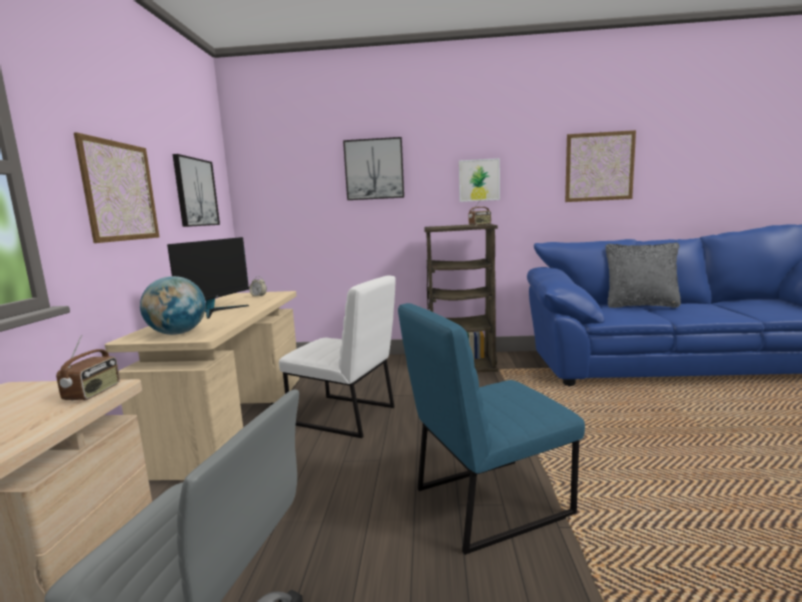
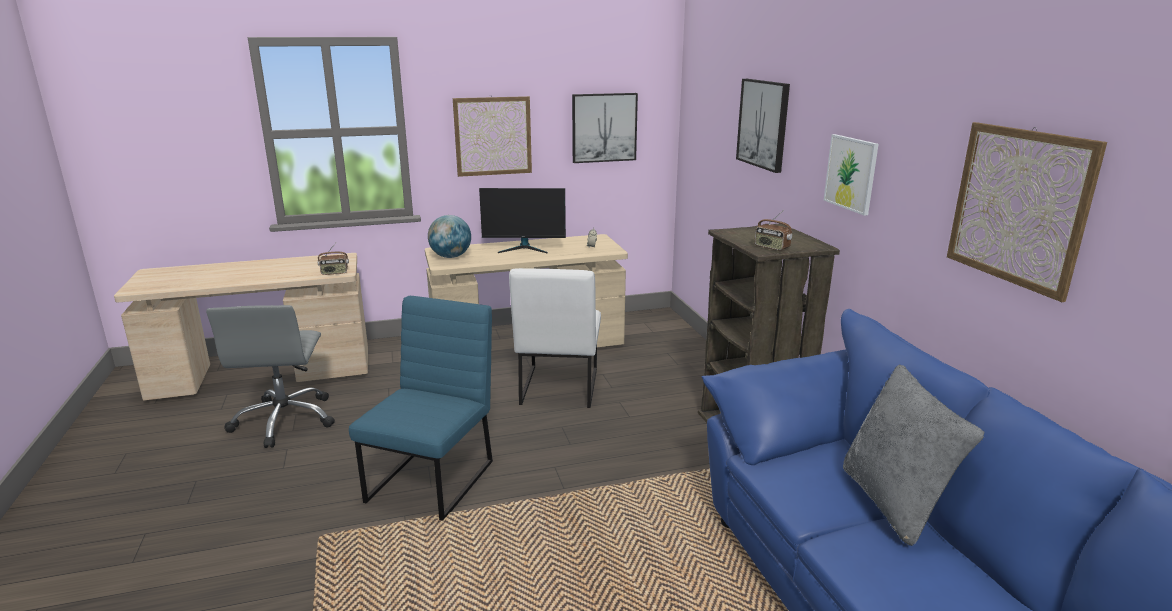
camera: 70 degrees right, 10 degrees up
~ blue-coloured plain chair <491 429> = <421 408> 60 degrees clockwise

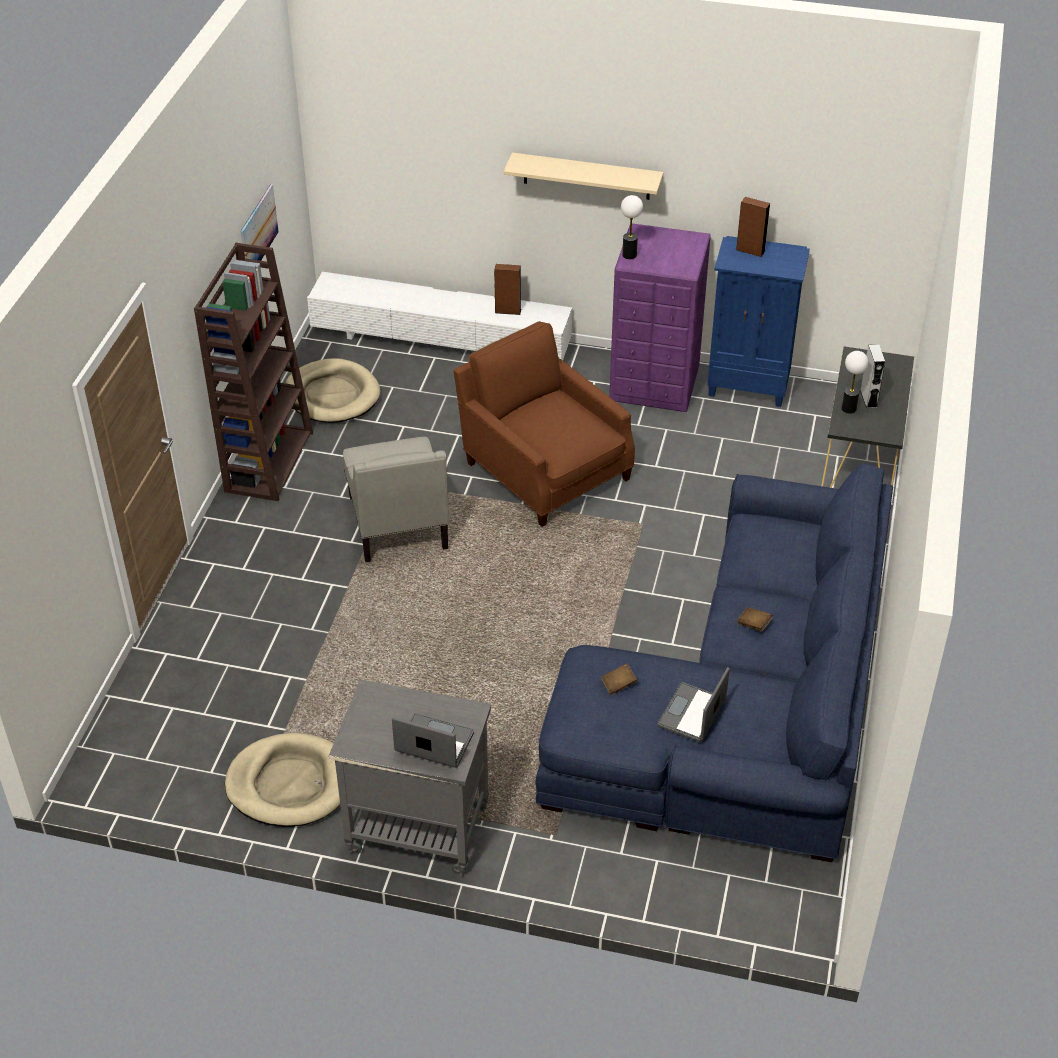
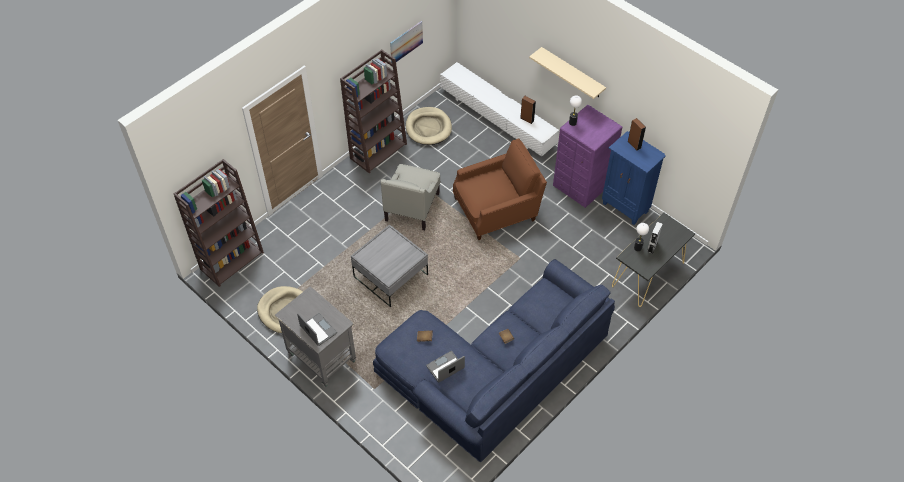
camera: 30 degrees right, 10 degrees up
~ brown-coloured armchair <544 424> = <500 189> 75 degrees clockwise
+ brown-coloured shelving unit <219 223>
+ greyish lounge table <389 265>

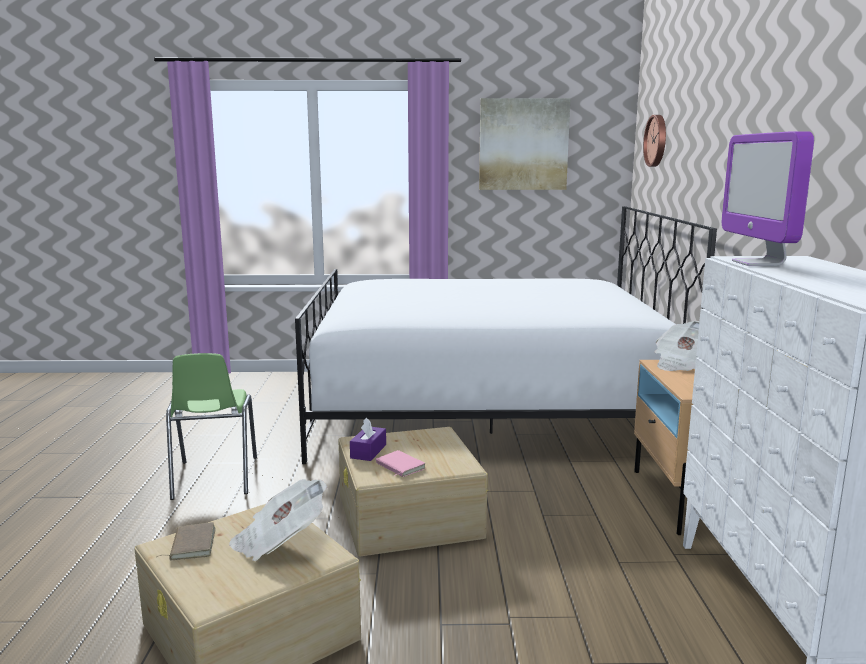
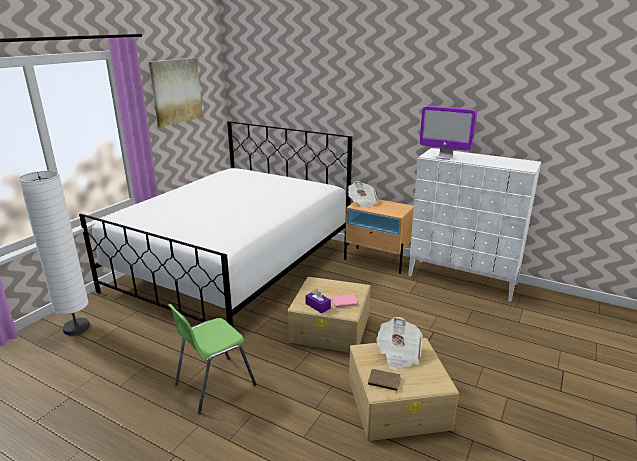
camera: 60 degrees left, 10 degrees up
- hanging clock <654 141>
~ green plain chair <211 426> = <212 359> 120 degrees clockwise
+ white standard lamp <54 253>

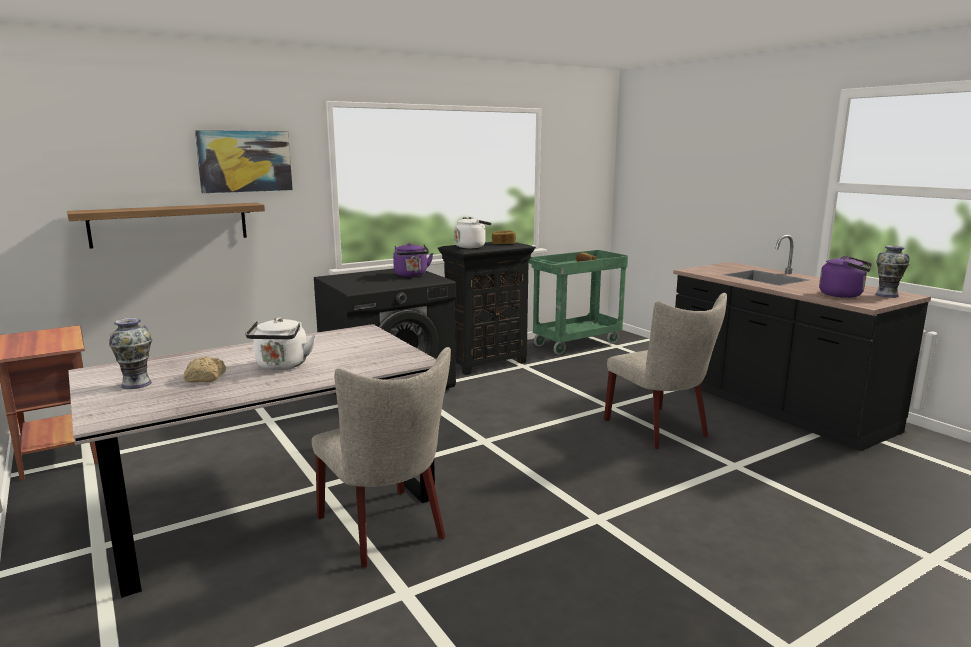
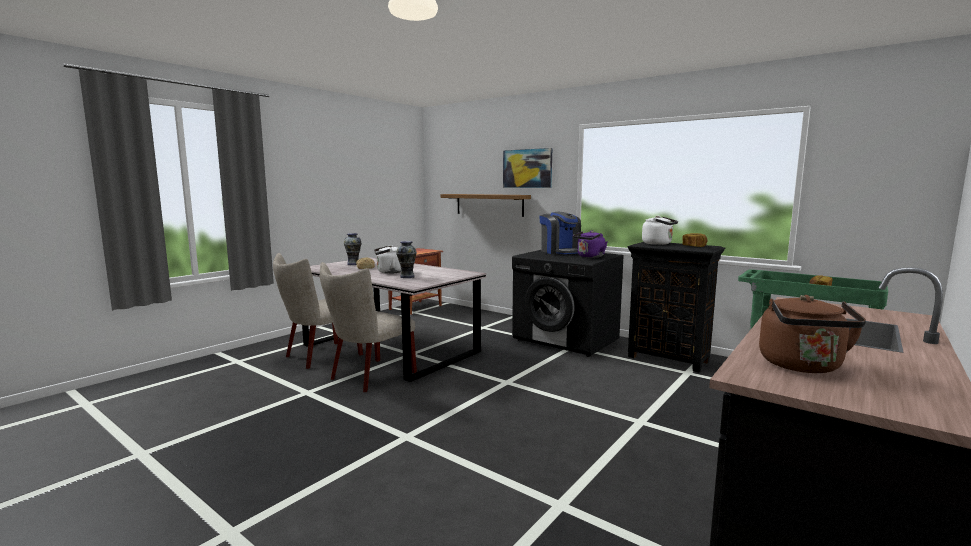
camera: 70 degrees right, 5 degrees down
~ flower vase <893 271> to <406 259>
~ purple-coloured water kettle <845 277> to brown-coloured water kettle <812 334>
~ beige plain chair <665 371> to <318 311>
+ coffee maker <560 233>

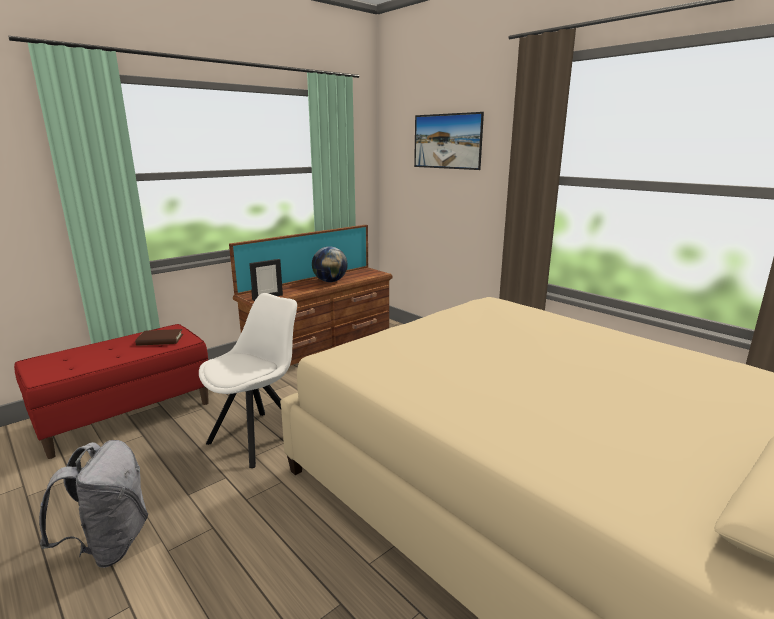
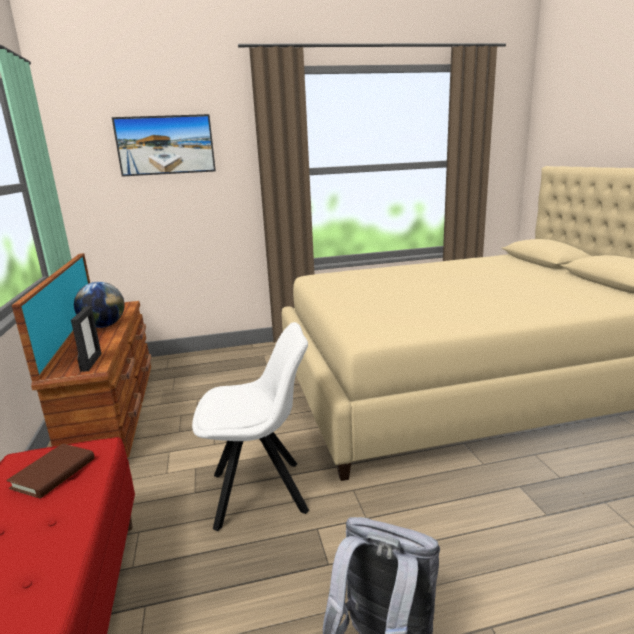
camera: 60 degrees left, 0 degrees up
~ white plain chair <248 380> = <250 426> 105 degrees clockwise

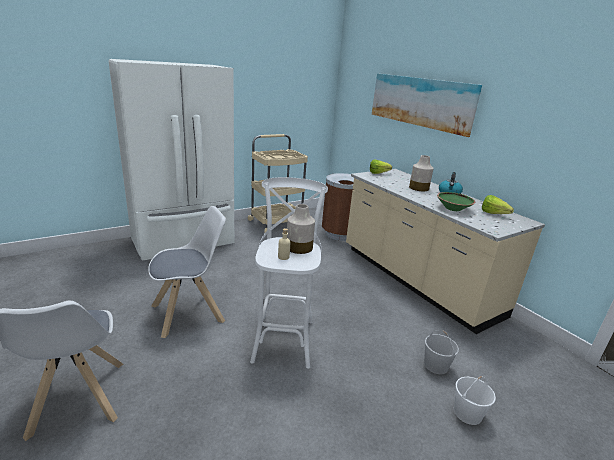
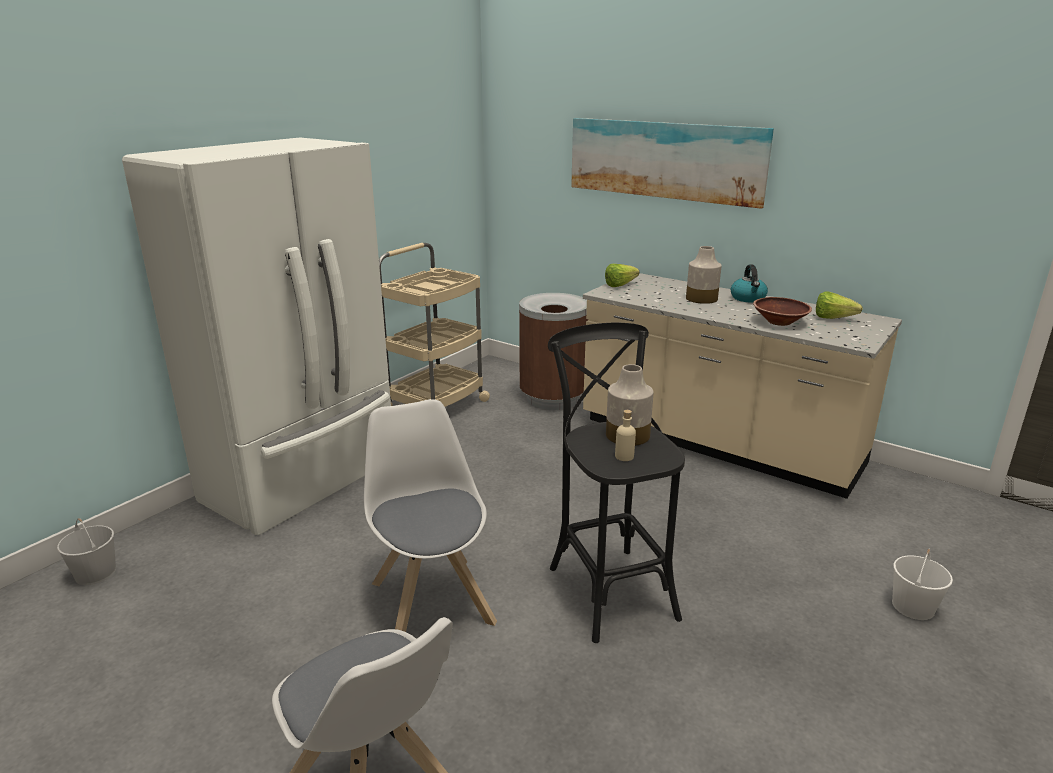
camera: 20 degrees left, 0 degrees up
~ white stool <289 273> to black stool <616 483>
~ green bowl <456 201> to brown-coloured bowl <782 311>
~ plain chair <187 272> = <430 515> 60 degrees counterclockwise
~ white water bucket <441 352> to <86 551>

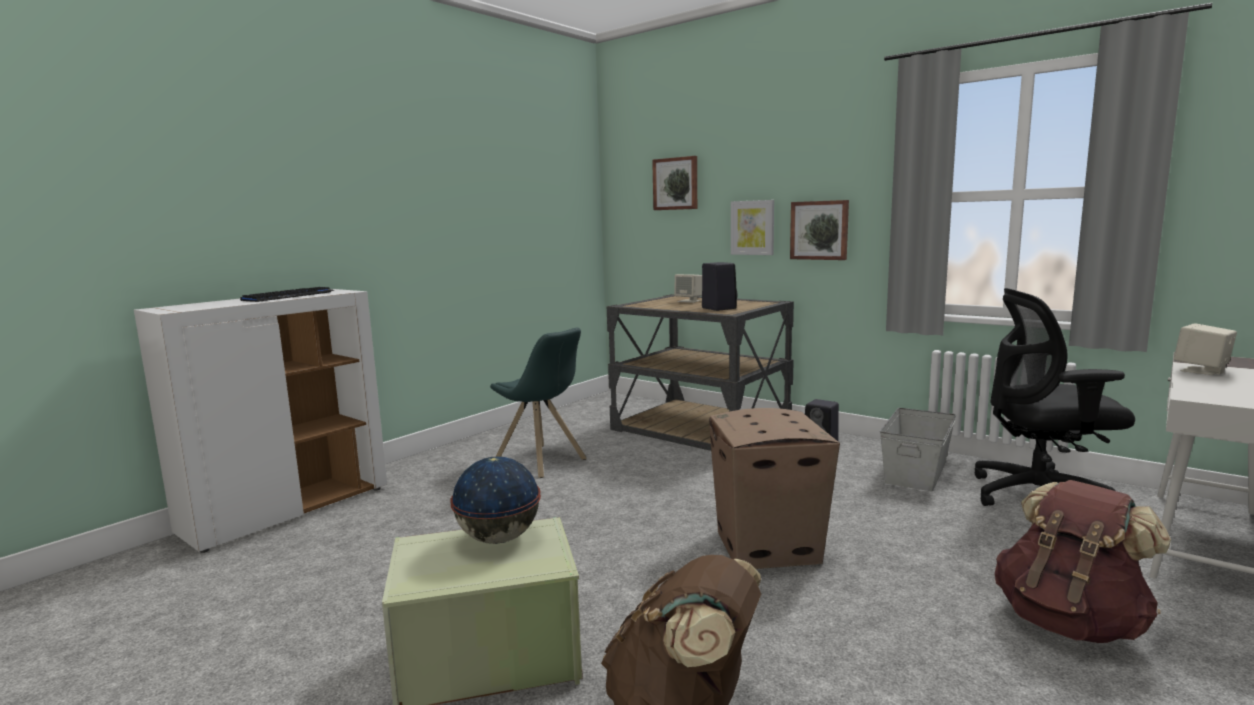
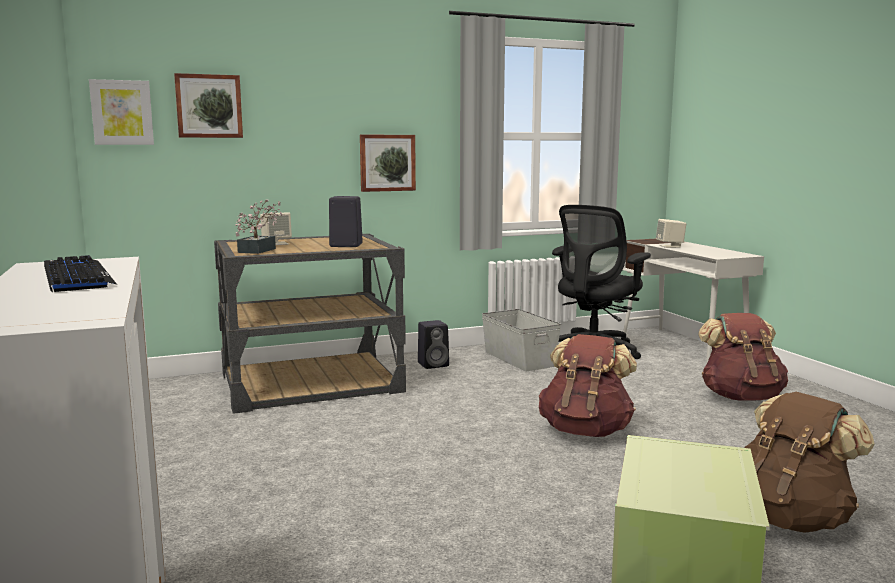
camera: 60 degrees left, 0 degrees up
~ picture <752 227> to <121 112>
- turquoise plain chair <538 403>
~ carton <774 488> to brown-coloured knapsack <588 385>
- globe <495 500>
+ potted plant <259 226>

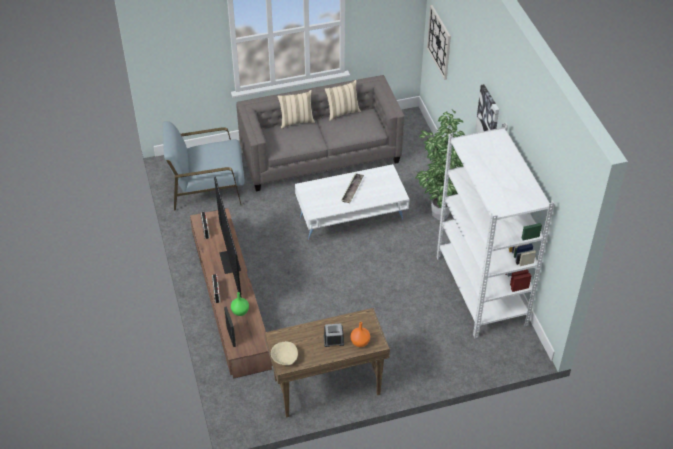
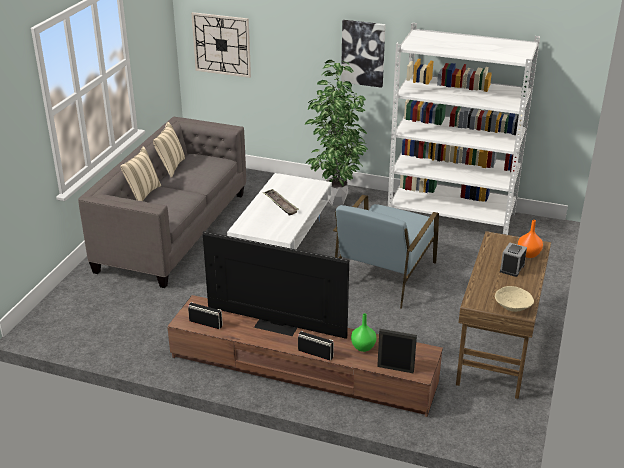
camera: 55 degrees left, 15 degrees down
~ blue-coloured armchair <203 166> to <386 252>

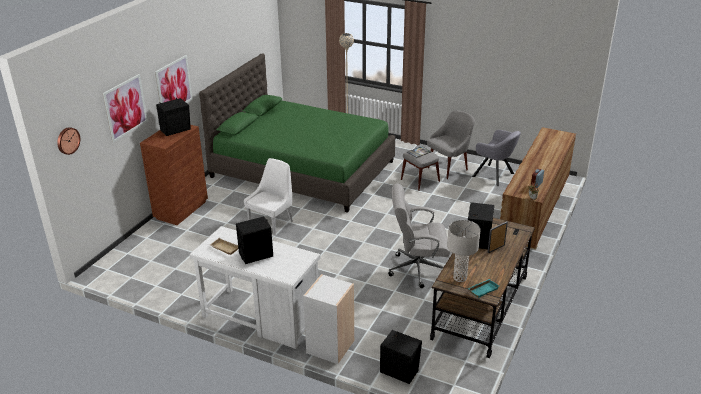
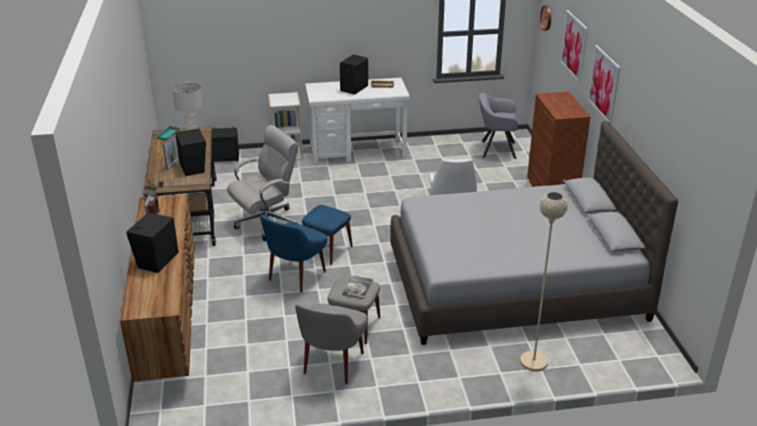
camera: 145 degrees right, 0 degrees up
~ green bed <297 133> to greyish bed <534 233>
~ black audio speaker <173 117> to <152 242>
~ greyish armchair <496 158> to <498 126>
+ blue-coloured armchair <306 249>

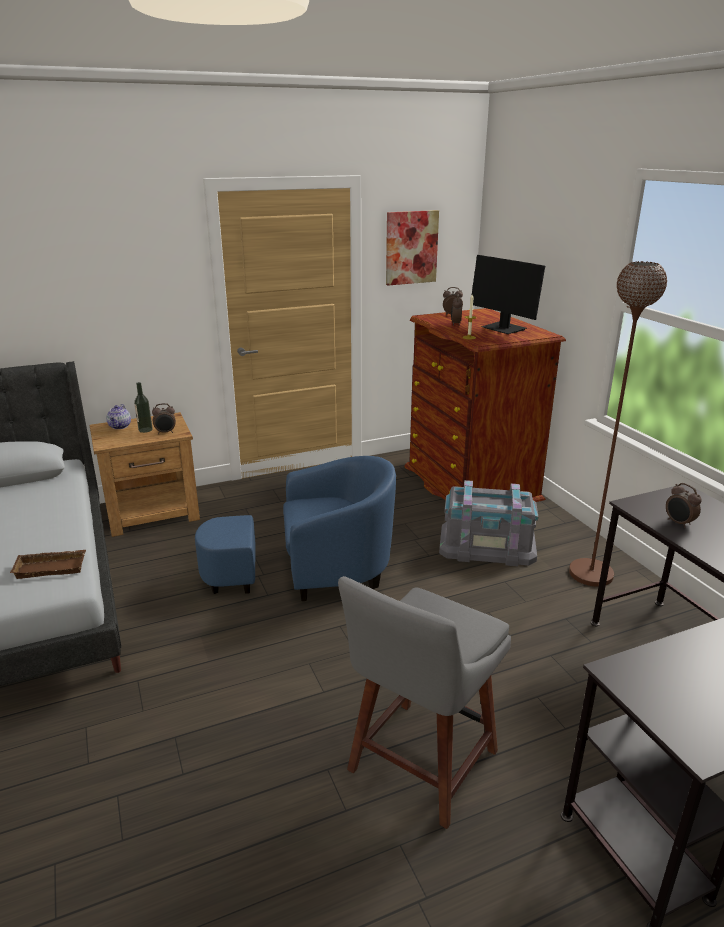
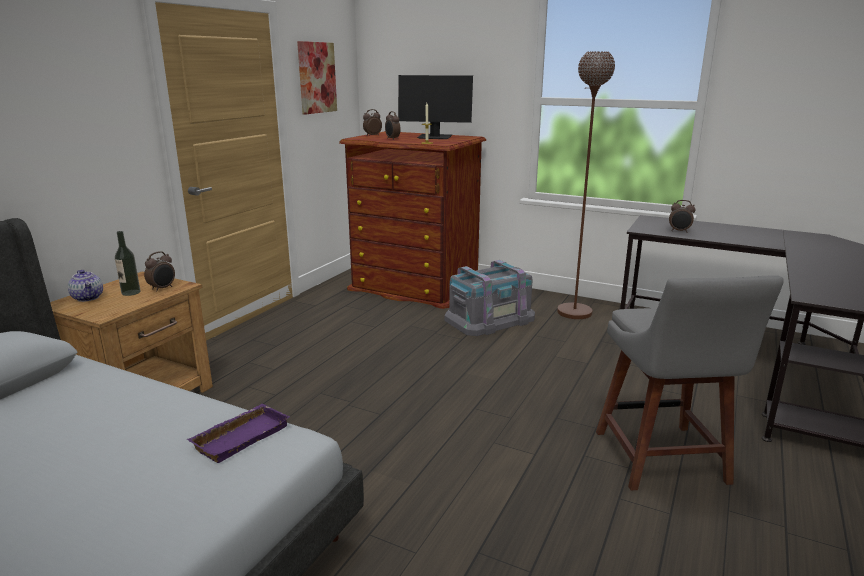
camera: 40 degrees left, 5 degrees down
- blue-coloured armchair <295 528>
~ brown-coloured serving tray <48 564> to purple-coloured serving tray <238 433>

